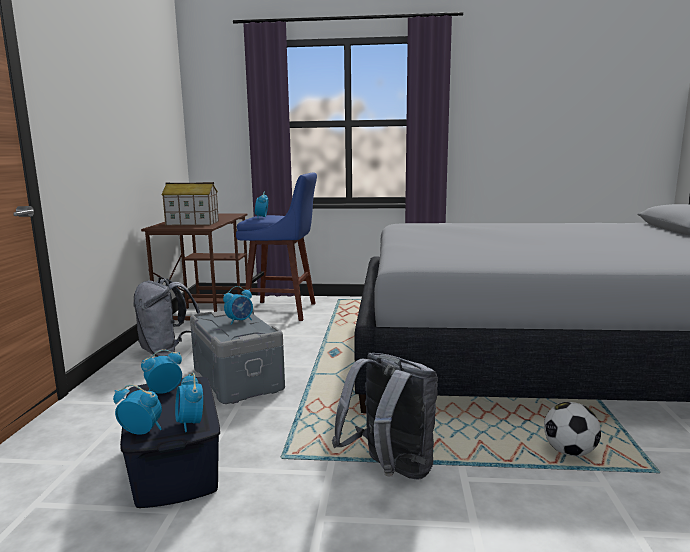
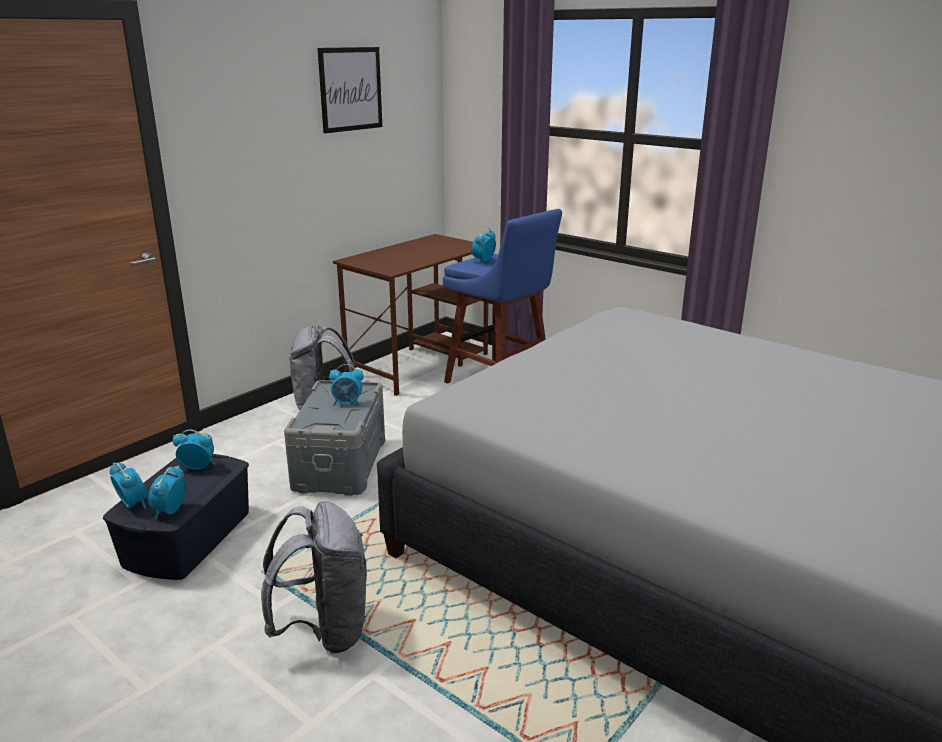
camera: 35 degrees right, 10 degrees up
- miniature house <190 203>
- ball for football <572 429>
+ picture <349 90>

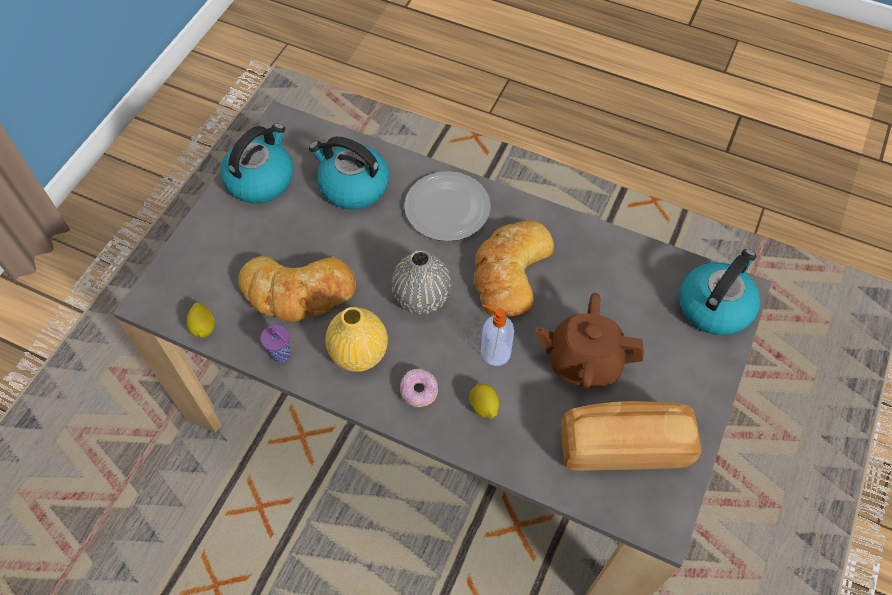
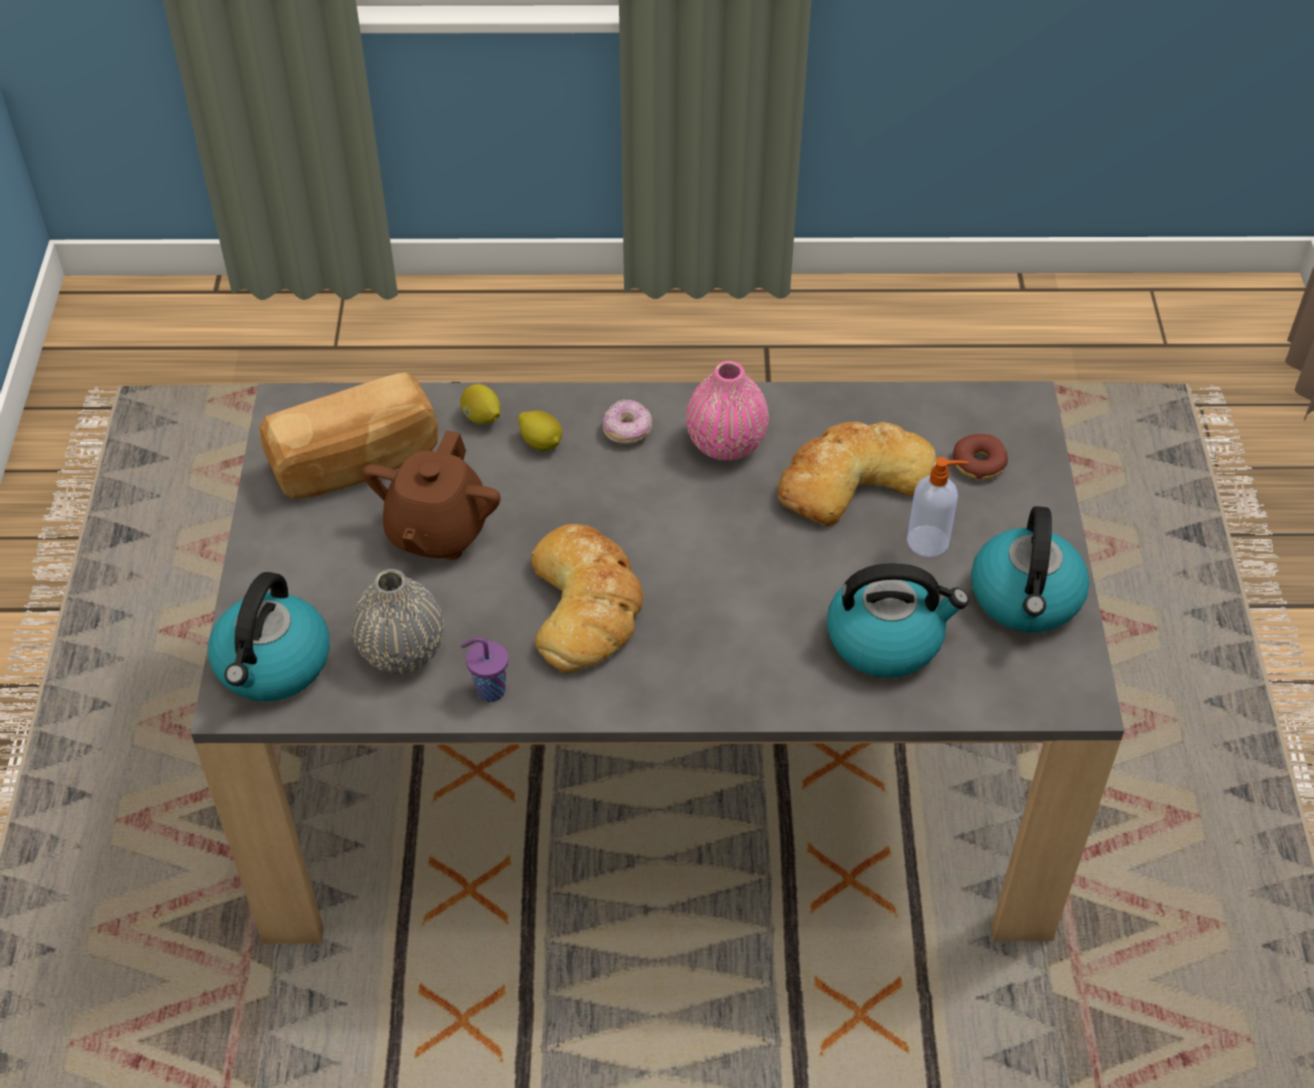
camera: 155 degrees right, 10 degrees down
- flat dish <448 206>
~ greyish flower vase <421 282> to <398 621>
~ brown-coloured pot for tea <589 340> = <431 495> 120 degrees clockwise
~ lemon <201 320> to <480 404>
~ soap bottle <497 335> to <937 507>
~ yellow flower vase <356 339> to pinkish flower vase <727 411>
~ purple-coloured drinking cup <275 343> to <485 669>
+ ring doughnut <980 457>

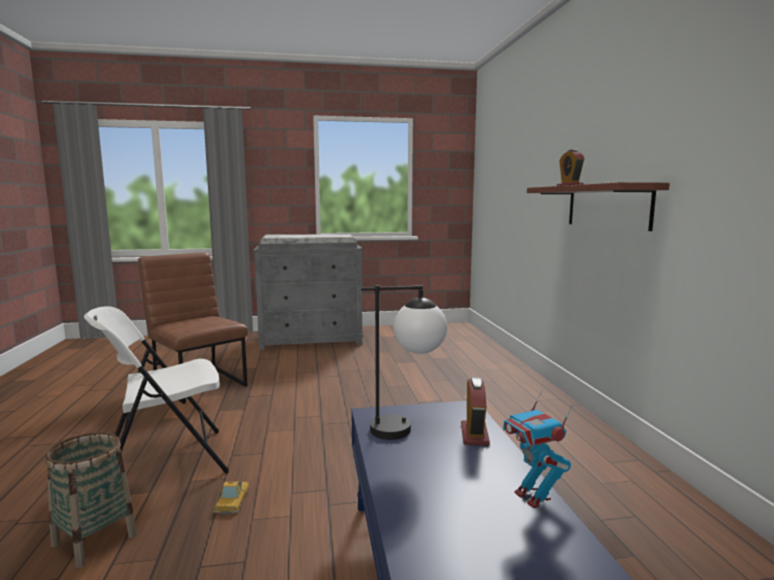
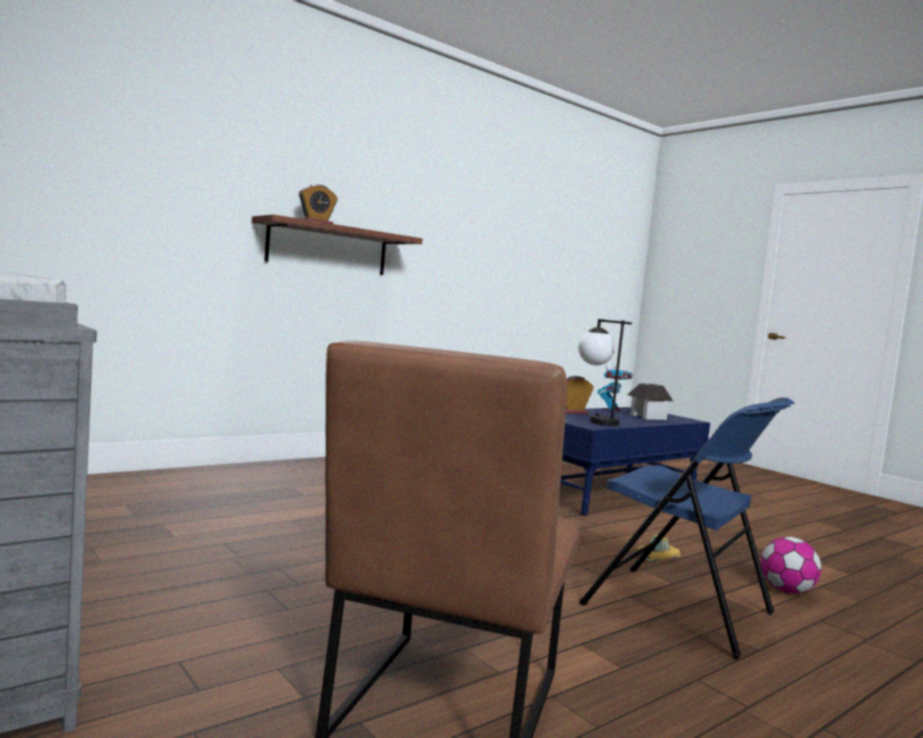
camera: 120 degrees left, 5 degrees down
~ white plain chair <156 389> to blue-coloured plain chair <687 529>
~ basket <91 500> to ball for football <791 565>
+ miniature house <650 401>

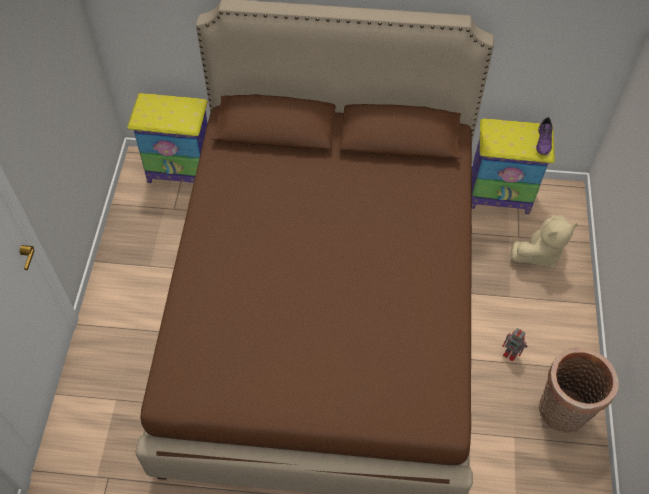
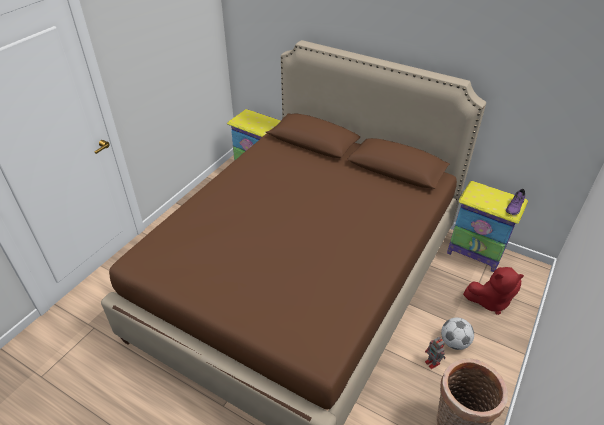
camera: 25 degrees right, 15 degrees down
~ beige cuddly toy <544 241> to reddish cuddly toy <493 291>
+ ball for football <457 333>

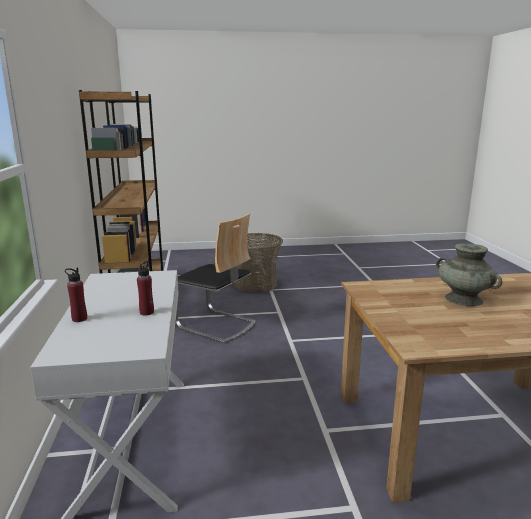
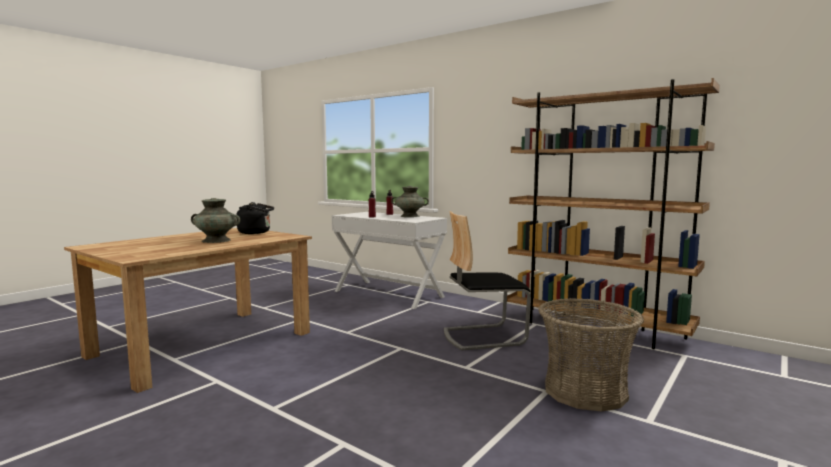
camera: 135 degrees right, 10 degrees down
+ turquoise flower vase <410 201>
+ black water kettle <255 218>

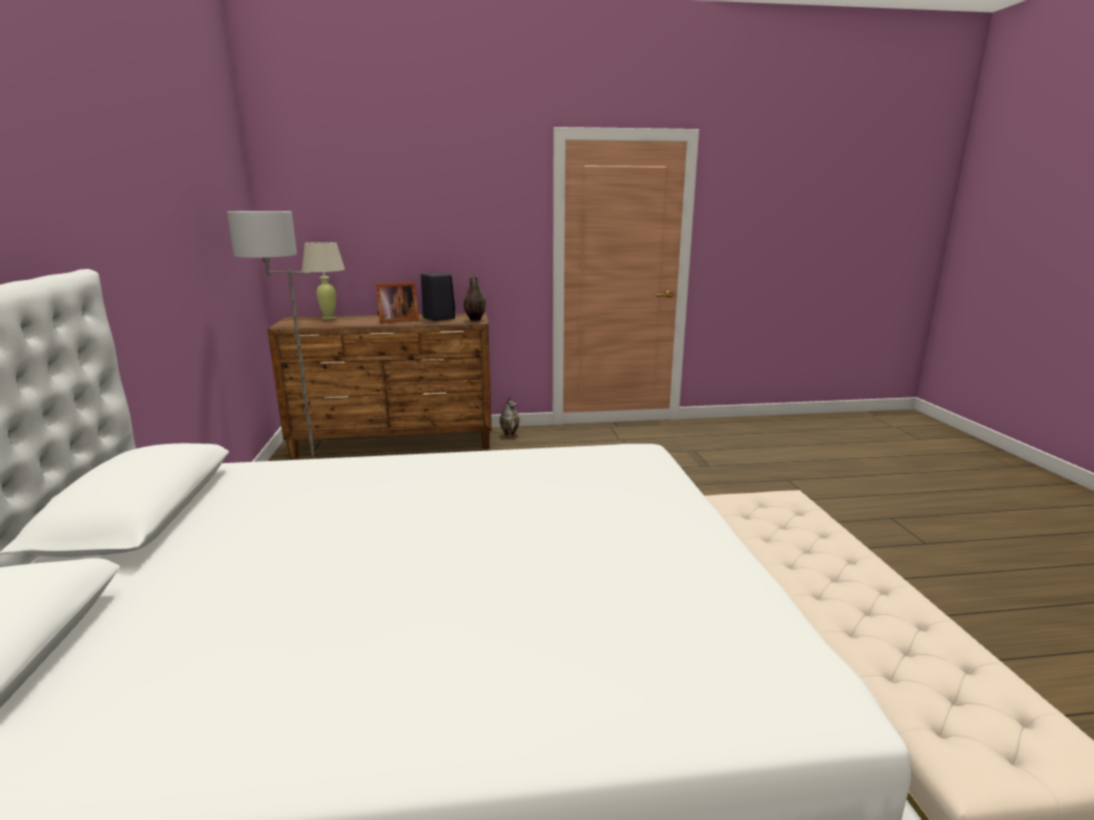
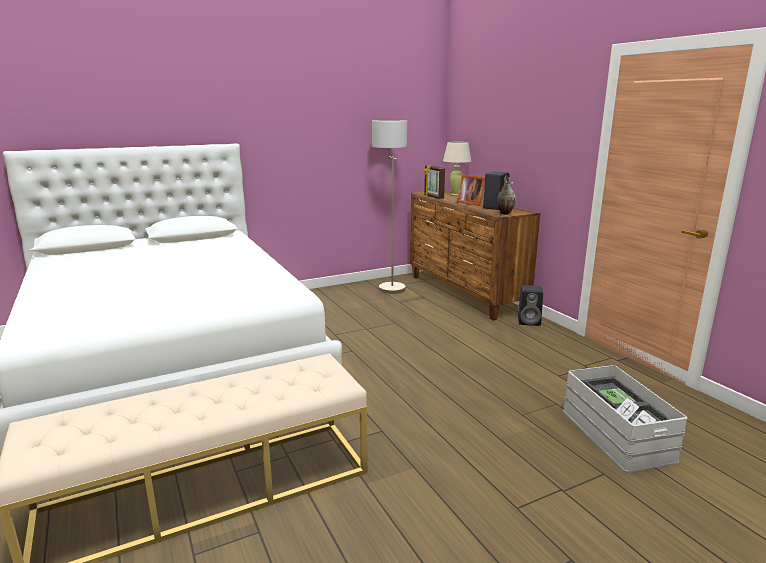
camera: 70 degrees right, 0 degrees up
~ flower vase <510 416> to black audio speaker <530 305>
+ standing frame <434 182>
+ greyish storage container <625 419>

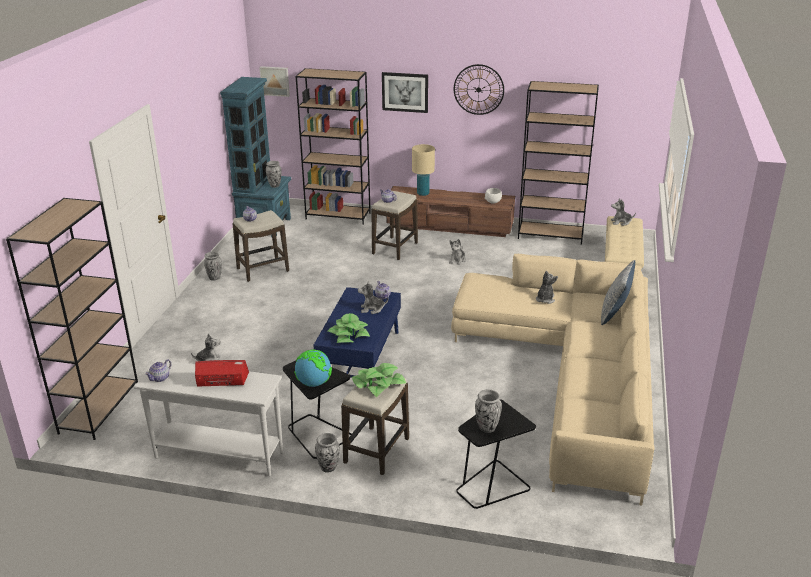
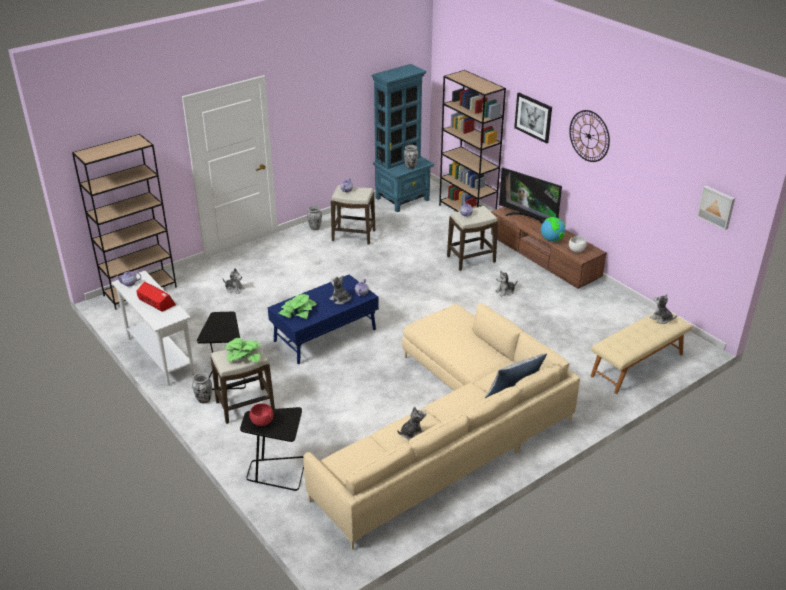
camera: 40 degrees right, 5 degrees up
~ picture <274 81> to <716 208>
- beige shelving unit <558 163>
~ beige table lamp <423 170> to television <530 196>
~ cuddly toy <547 287> to <412 423>
~ globe <313 368> to <553 229>
~ flower vase <488 411> to reddish bowl <262 414>

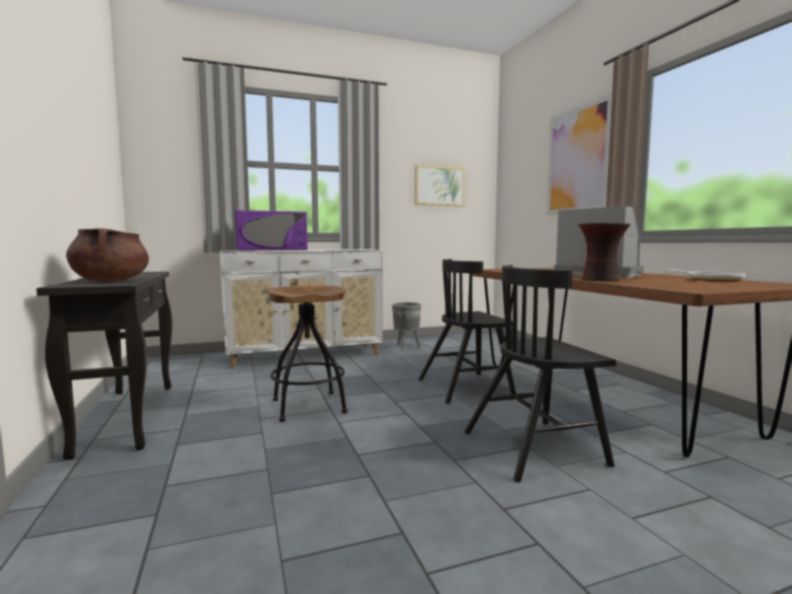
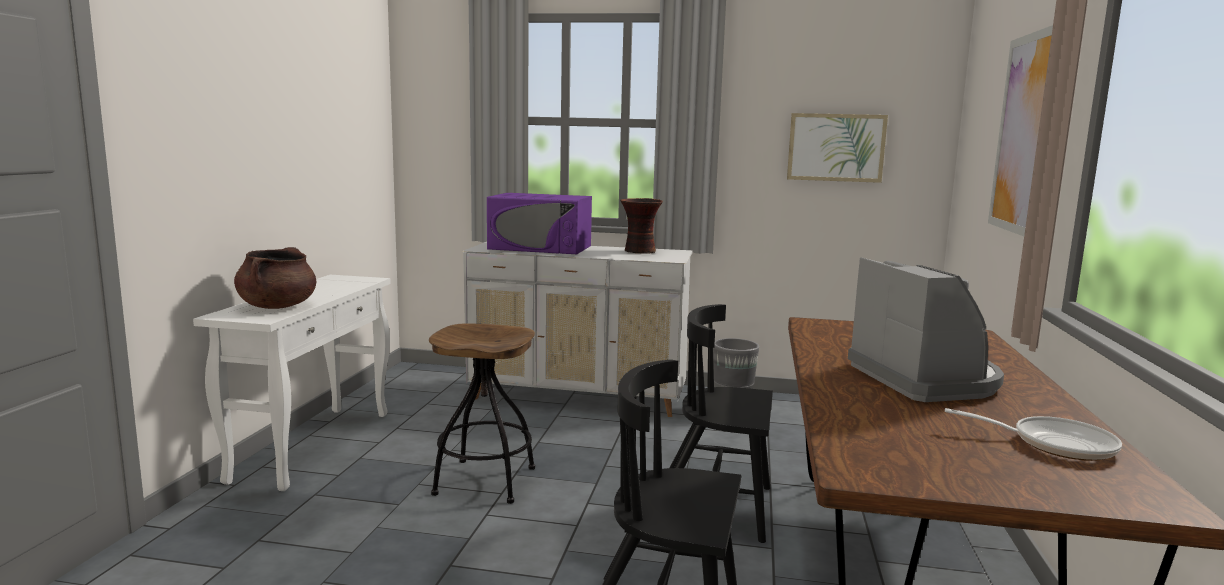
camera: 30 degrees right, 5 degrees up
~ flower vase <604 252> to <641 226>
~ black console table <104 365> to white console table <292 383>

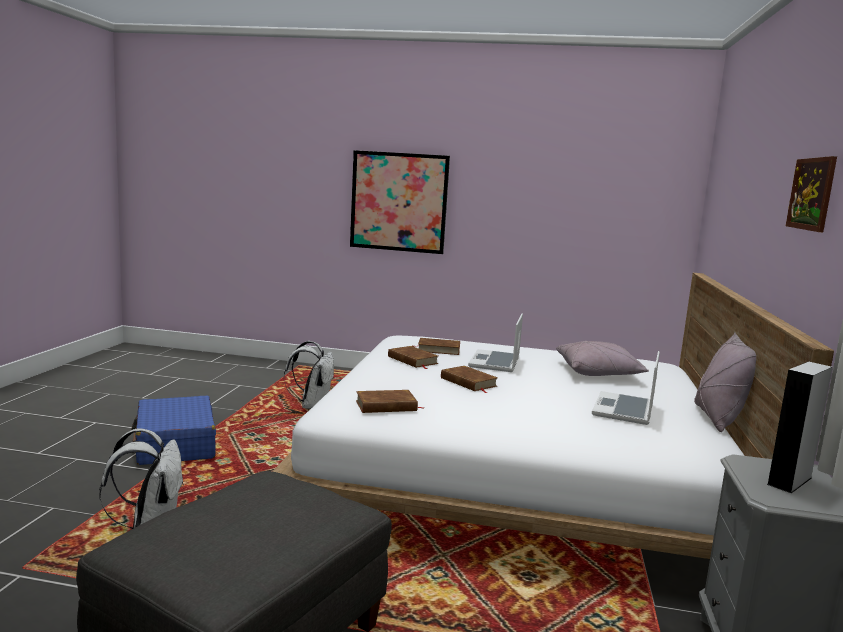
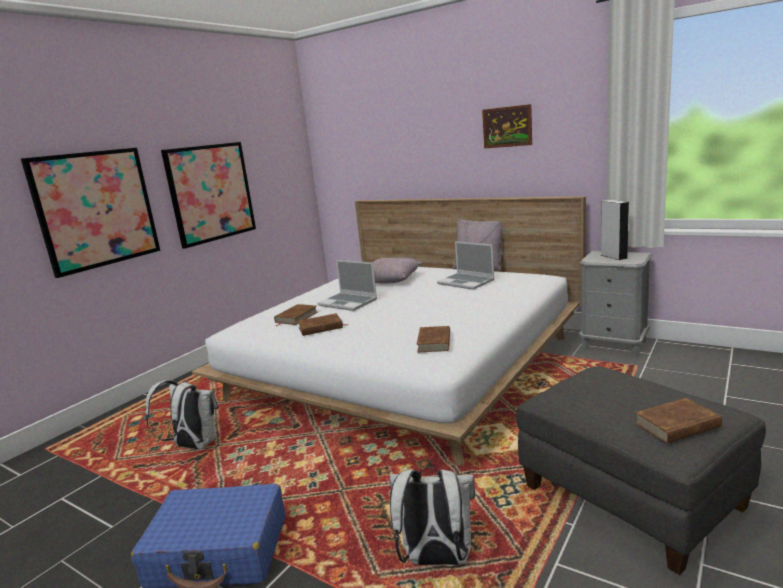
camera: 65 degrees left, 5 degrees up
~ brown-coloured book <469 379> to <678 421>
+ picture <208 195>

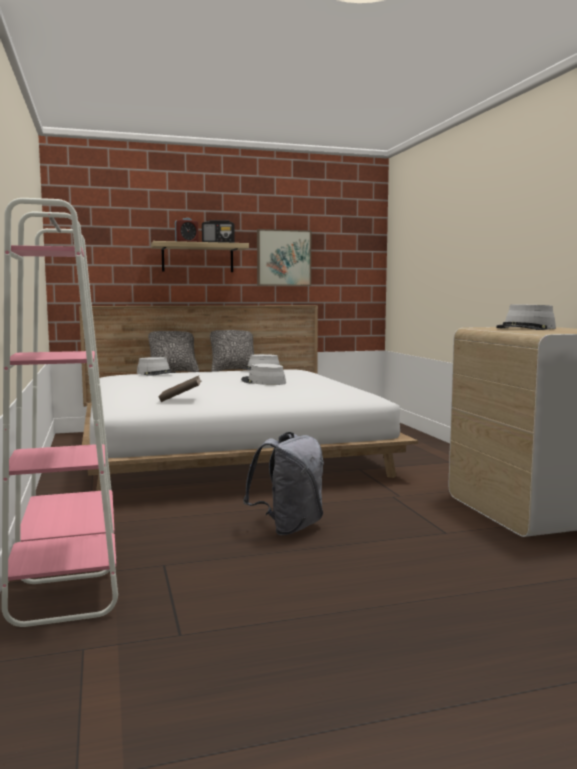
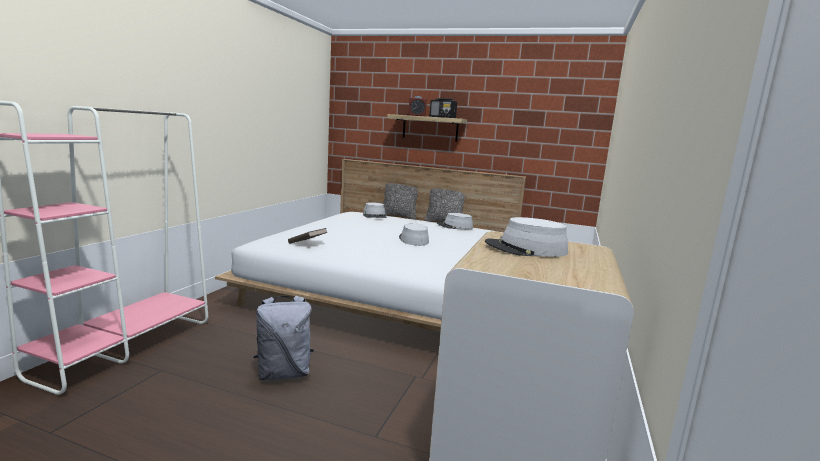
camera: 35 degrees right, 5 degrees up
- picture <284 257>

